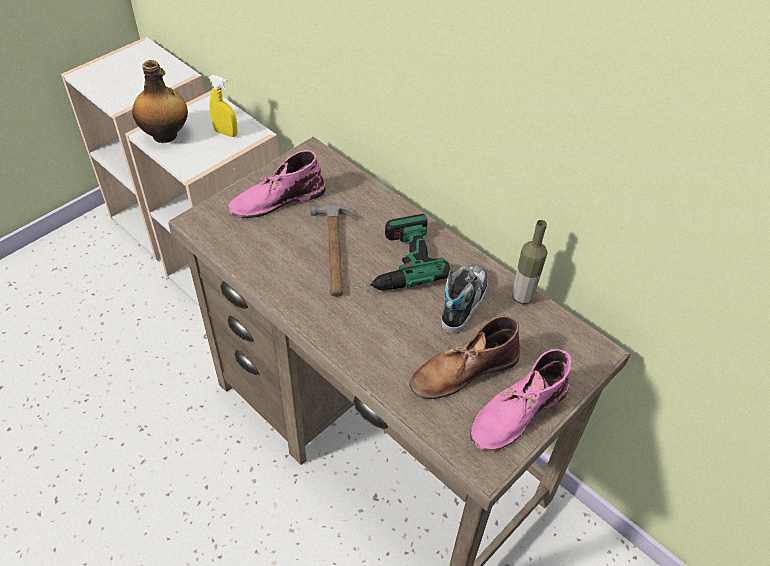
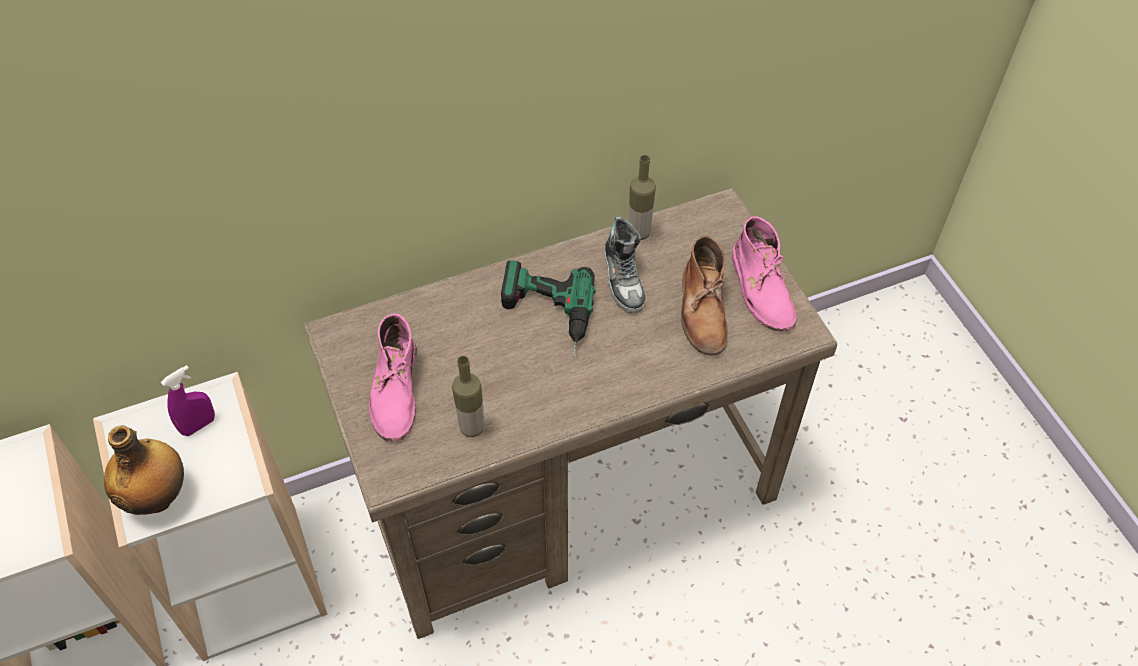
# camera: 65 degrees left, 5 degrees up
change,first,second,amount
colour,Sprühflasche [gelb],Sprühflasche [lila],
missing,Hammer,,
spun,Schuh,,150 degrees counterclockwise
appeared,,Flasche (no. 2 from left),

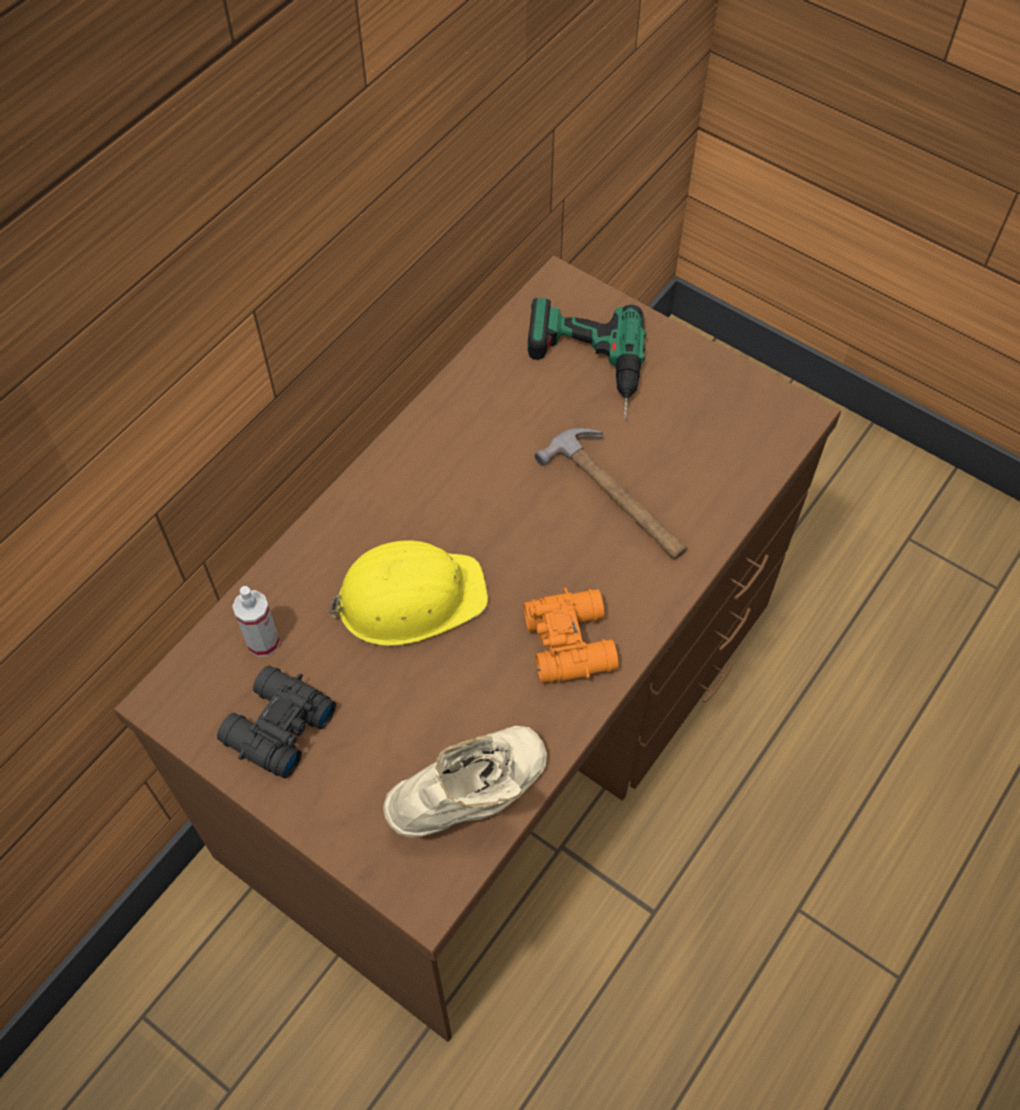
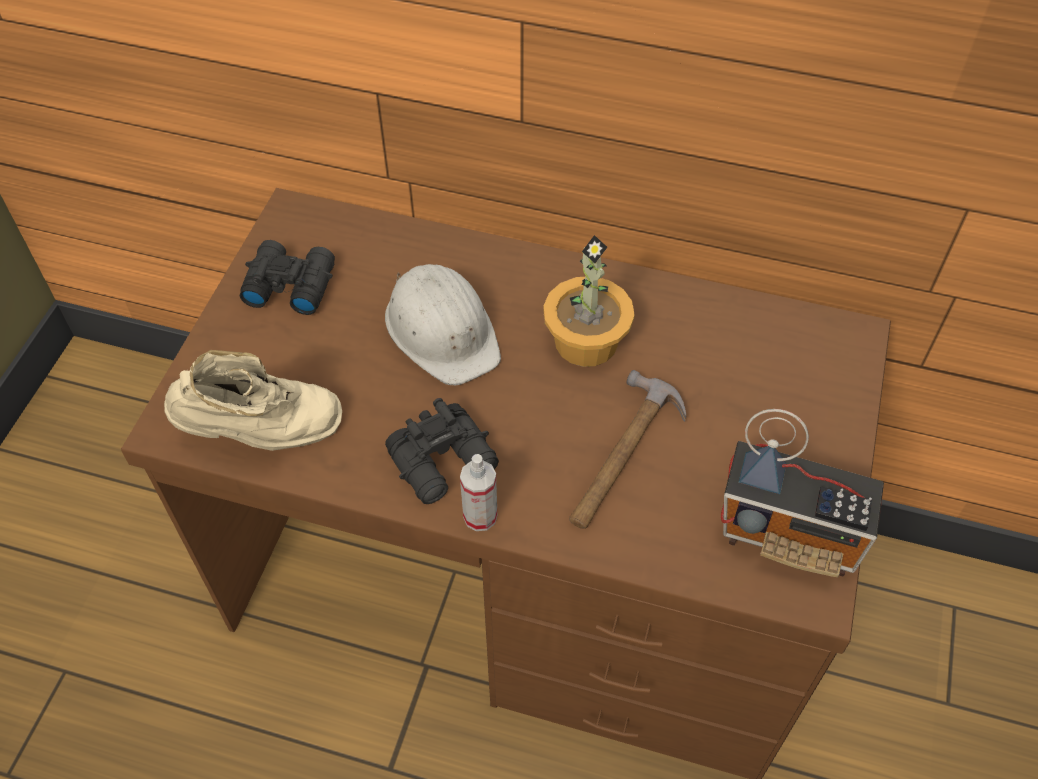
# camera: 70 degrees right, 5 degrees down
change,first,second,amount
missing,Bohrmaschine,,
colour,Schutzhelm [gelb],Schutzhelm [weiß],
relocated,Sprühflasche,,
colour,Fernglas [orange],Fernglas [schwarz] (no. 2 from left),
spun,Stiefel [beige],,45 degrees counterclockwise
appeared,,Topfpflanze,
appeared,,Radio,

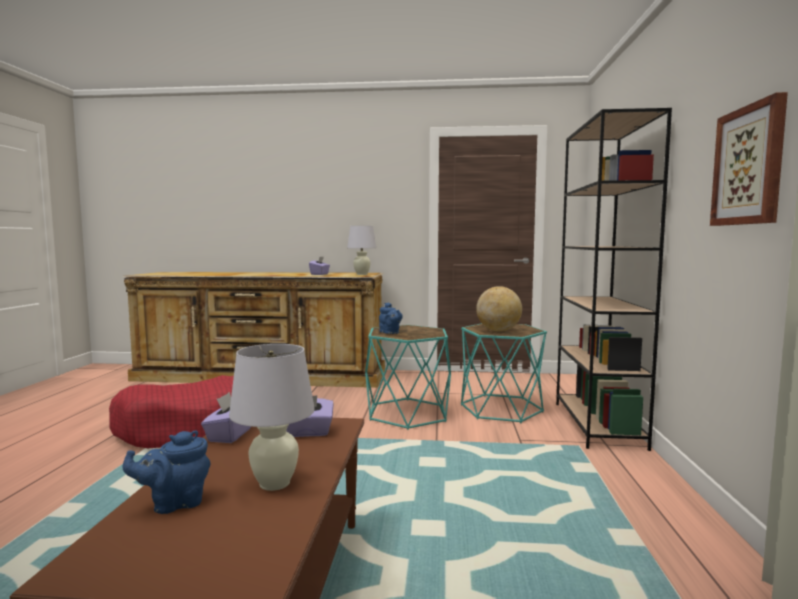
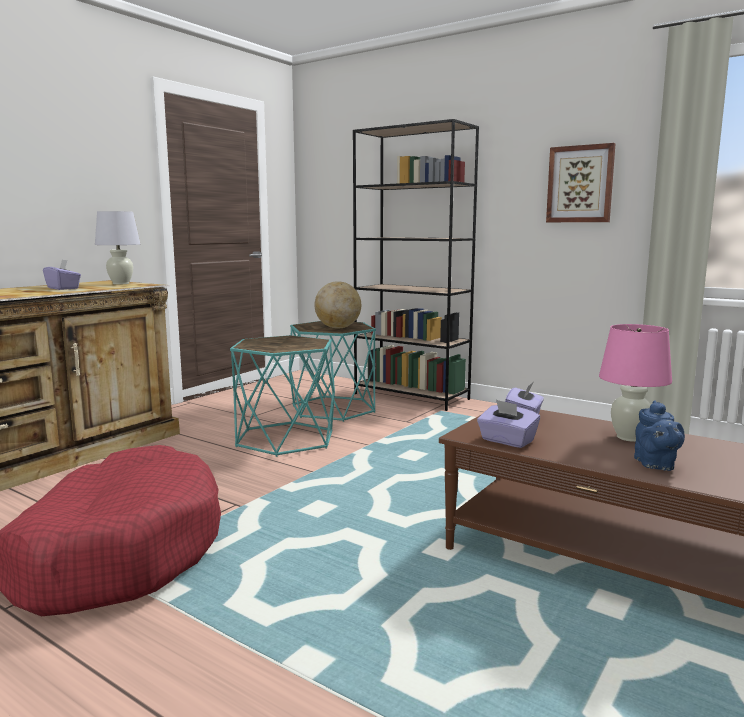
# camera: 60 degrees left, 5 degrees up
change,first,second,amount
missing,Teekanne [blau] (no. 2 from left),,
colour,Tischlampe [weiß] (no. 1 from left),Tischlampe [rosa],

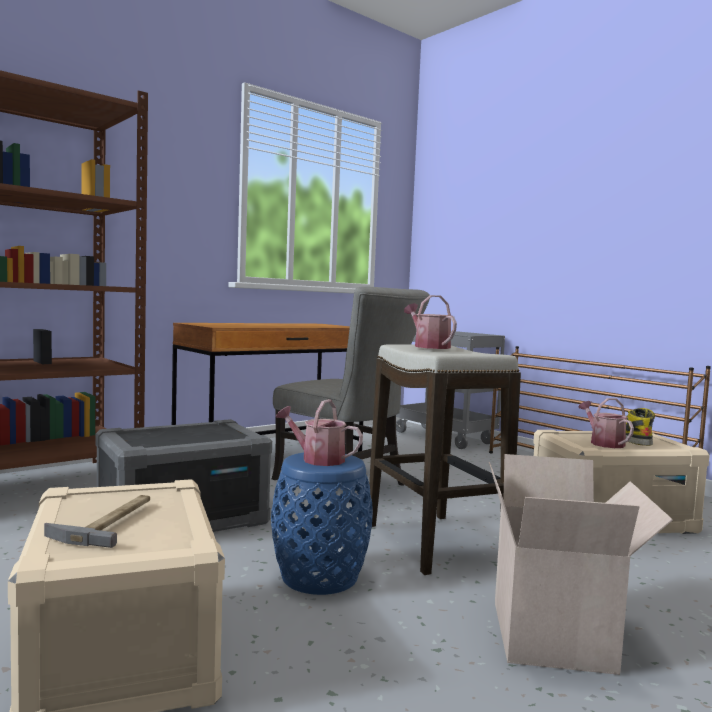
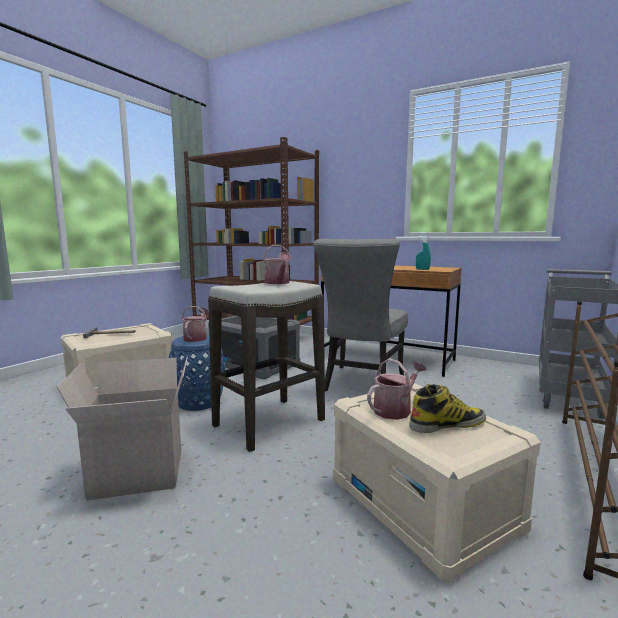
# camera: 70 degrees right, 5 degrees up
change,first,second,amount
spun,Gießkanne (no. 2 from left),,120 degrees clockwise
appeared,,Sprühflasche [türkis],

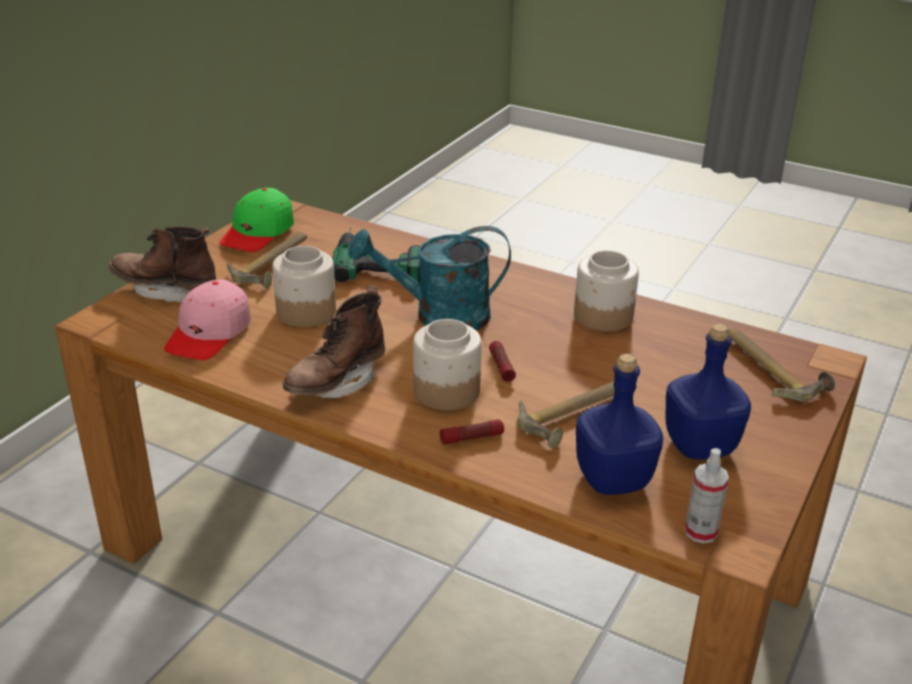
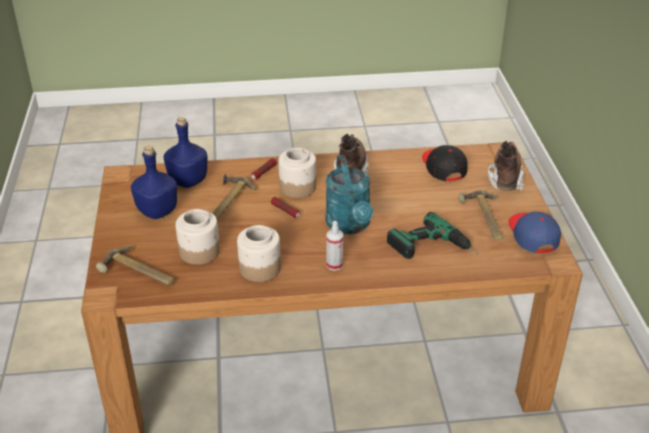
# camera: 145 degrees right, 5 degrees up
change,first,second,amount
colour,Kappe [grün],Kappe [blau],
spun,Stiefel [braun] (no. 1 from left in the first image),Stiefel [braun] (no. 2 from left),60 degrees counterclockwise
spun,Gießkanne [türkis],,120 degrees clockwise
relocated,Vorratsglas (no. 1 from left),,
colour,Kappe [rosa],Kappe [schwarz],
relocated,Sprühflasche,,

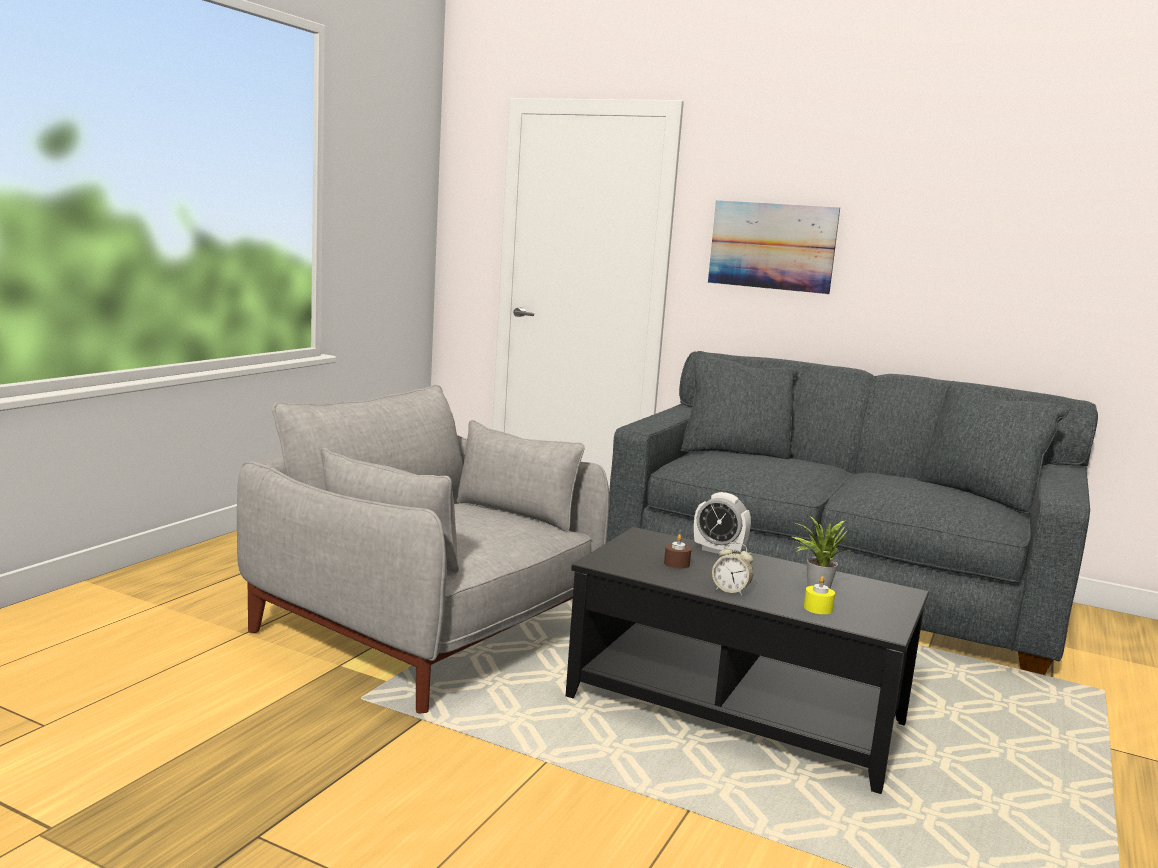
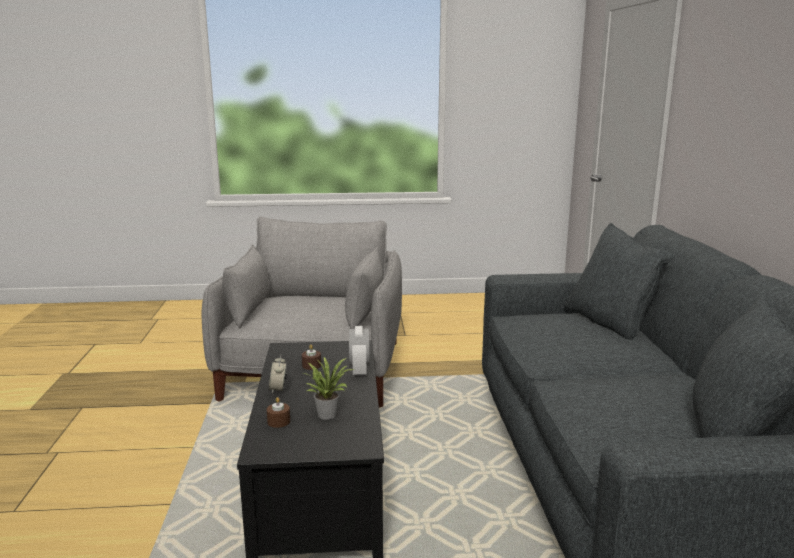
# camera: 60 degrees right, 5 degrees up
change,first,second,amount
missing,Bild,,
colour,Kerze [gelb],Kerze [braun] (no. 1 from left),

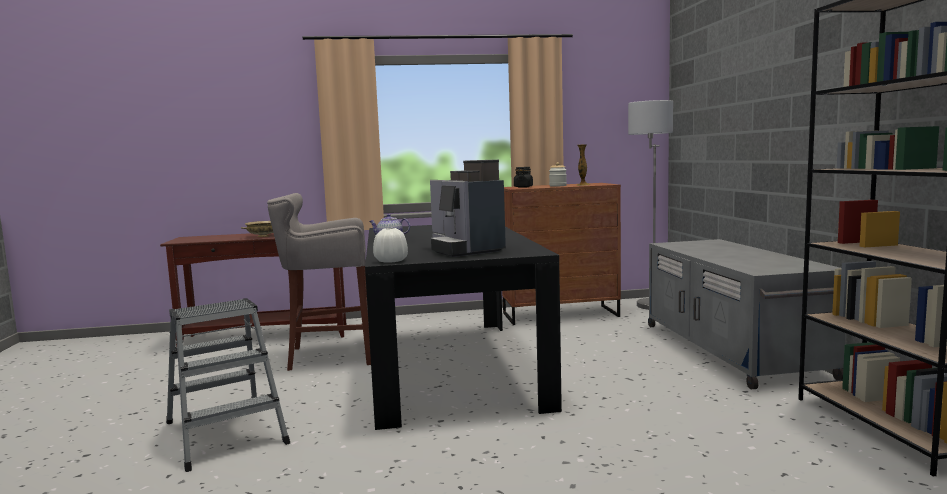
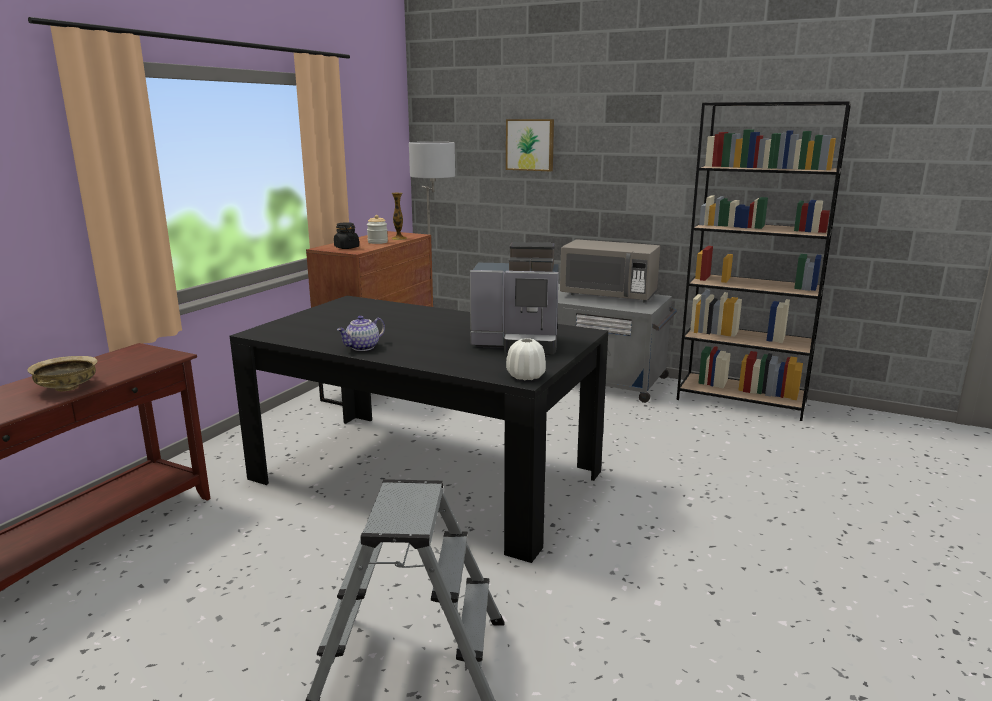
# camera: 55 degrees left, 10 degrees up
change,first,second,amount
missing,Hocker [grau],,
appeared,,Bild,
appeared,,Mikrowelle [grau],

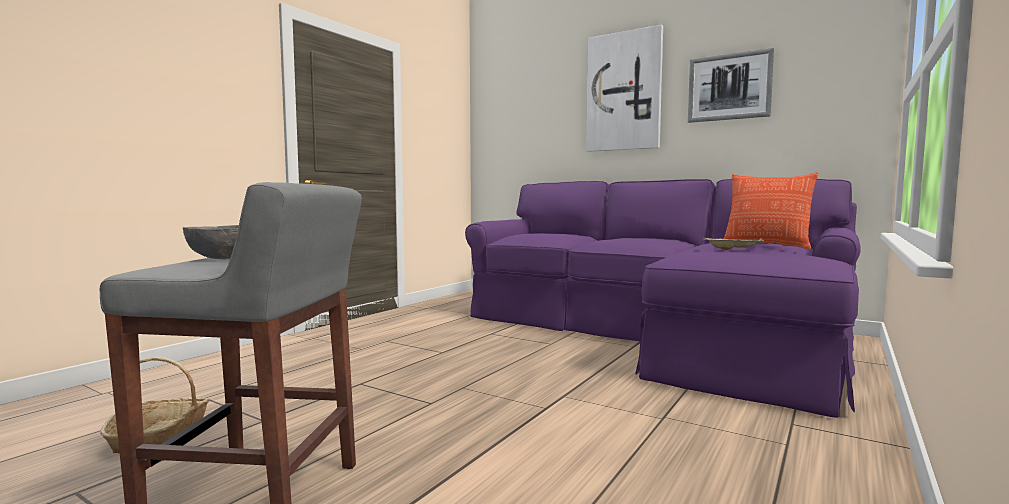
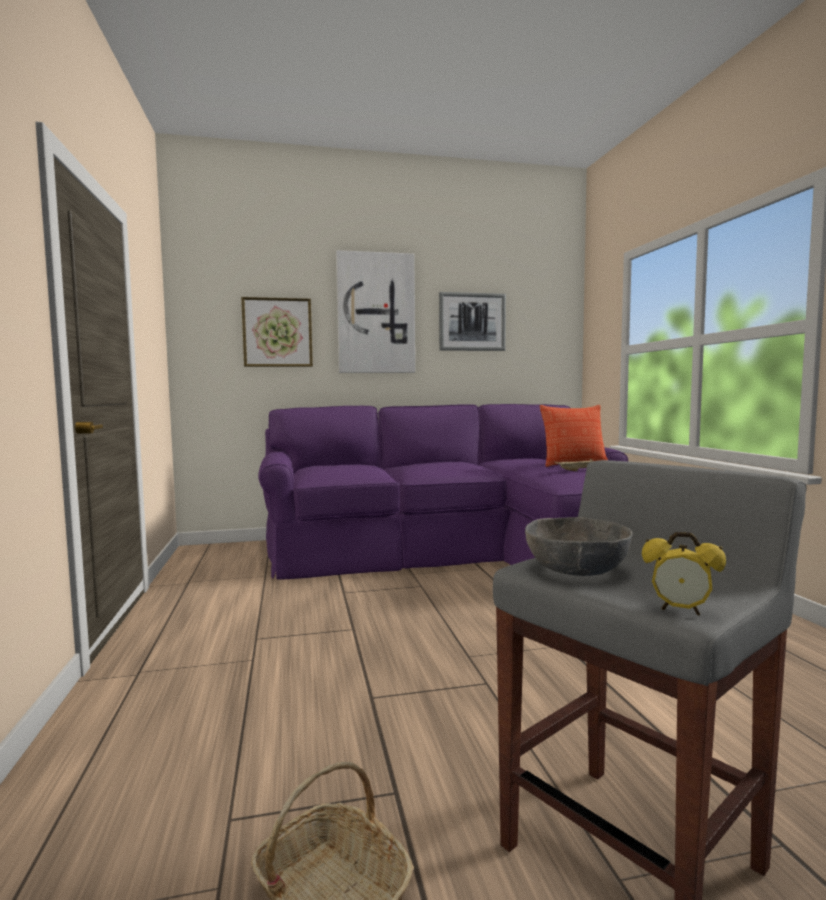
# camera: 45 degrees left, 0 degrees up
change,first,second,amount
appeared,,Bild (no. 1 from left),
appeared,,Wecker,

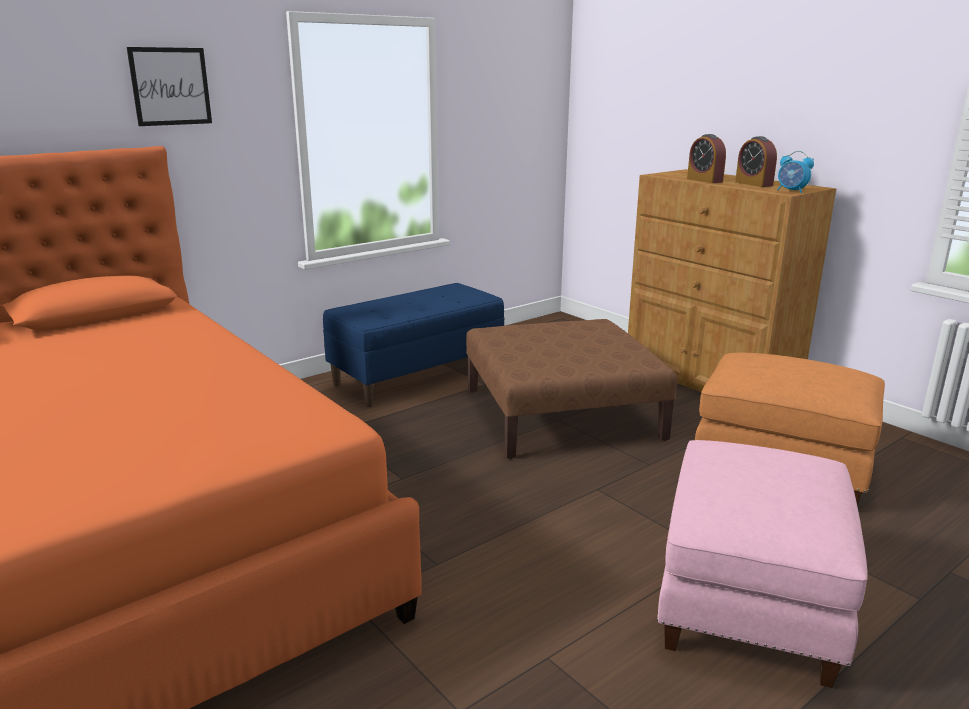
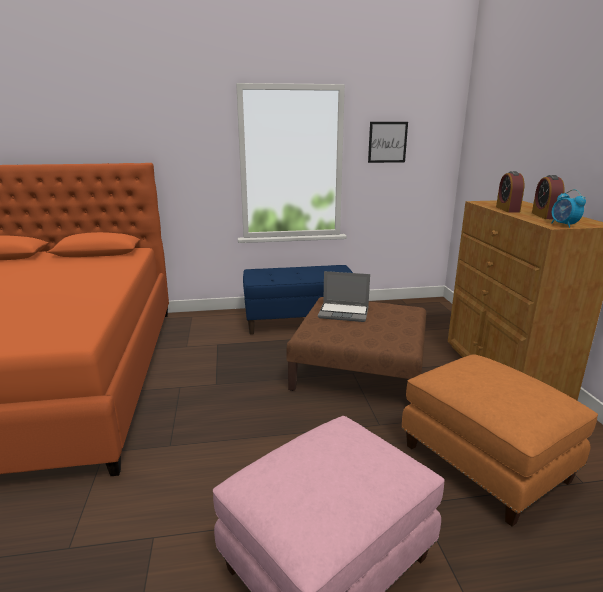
# camera: 30 degrees right, 0 degrees up
change,first,second,amount
relocated,Bild,,
appeared,,Laptop,

